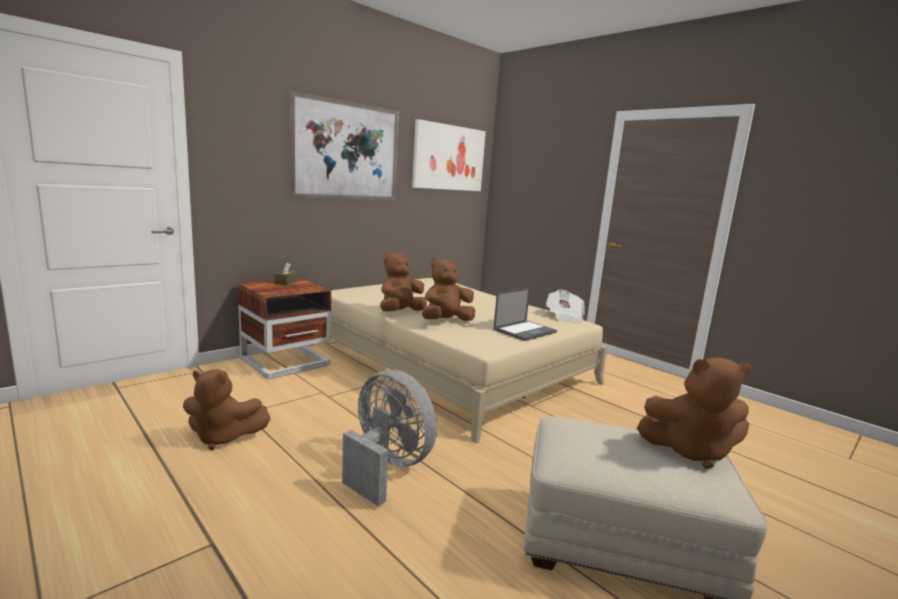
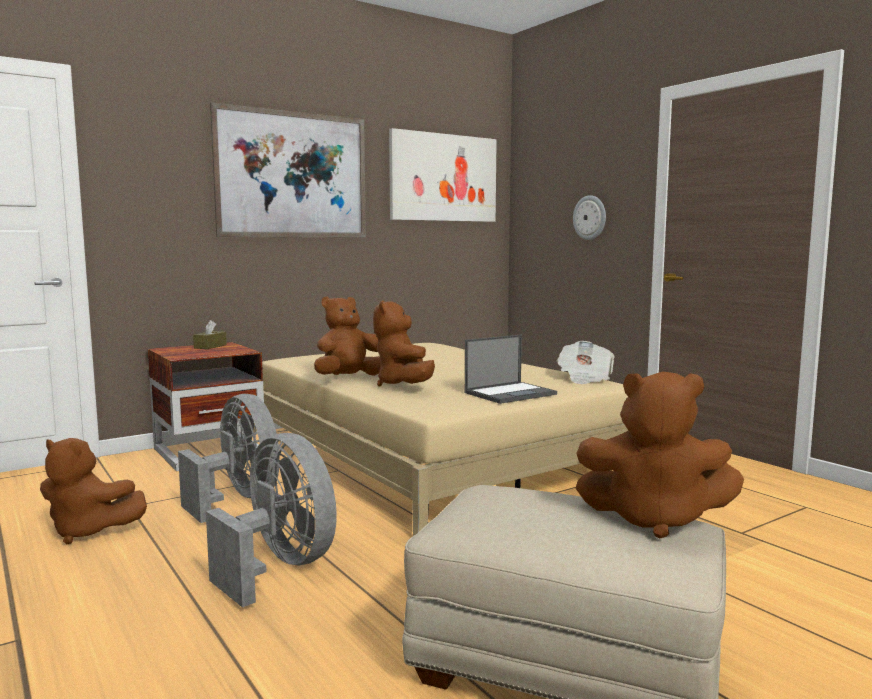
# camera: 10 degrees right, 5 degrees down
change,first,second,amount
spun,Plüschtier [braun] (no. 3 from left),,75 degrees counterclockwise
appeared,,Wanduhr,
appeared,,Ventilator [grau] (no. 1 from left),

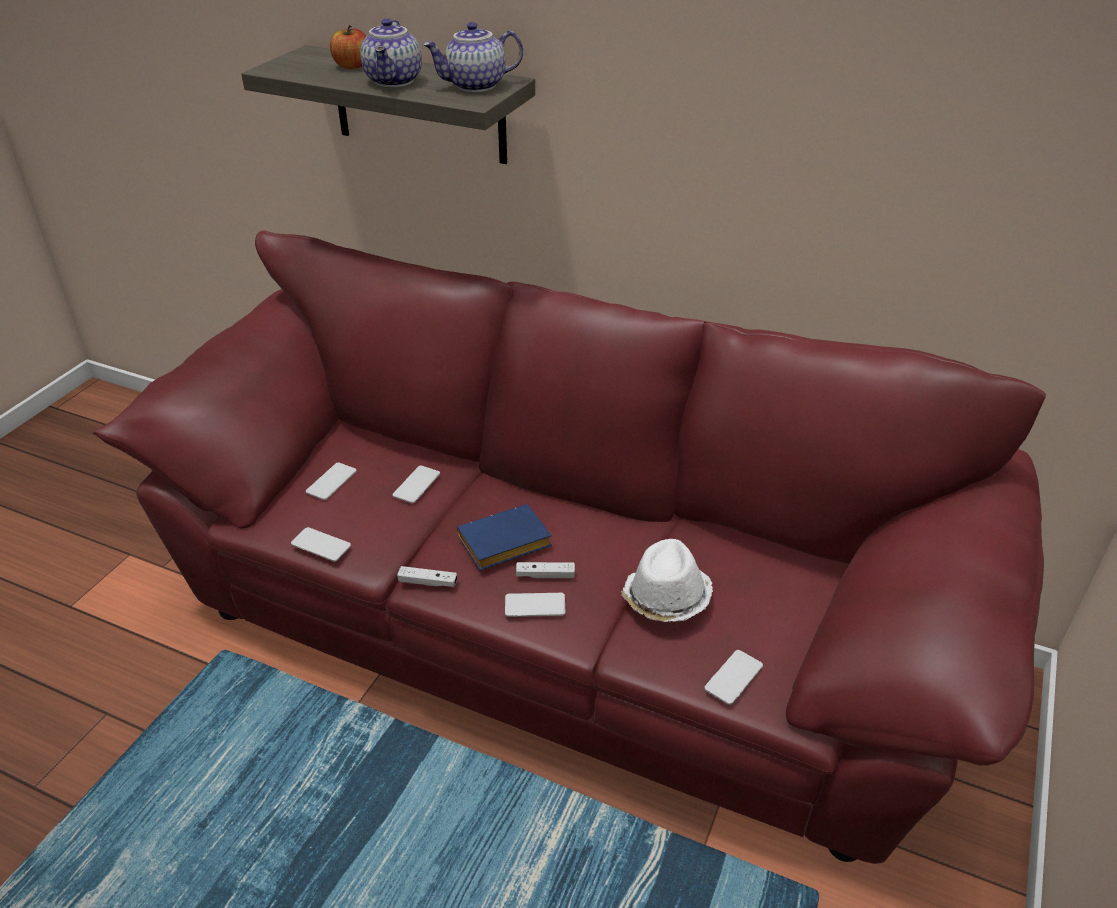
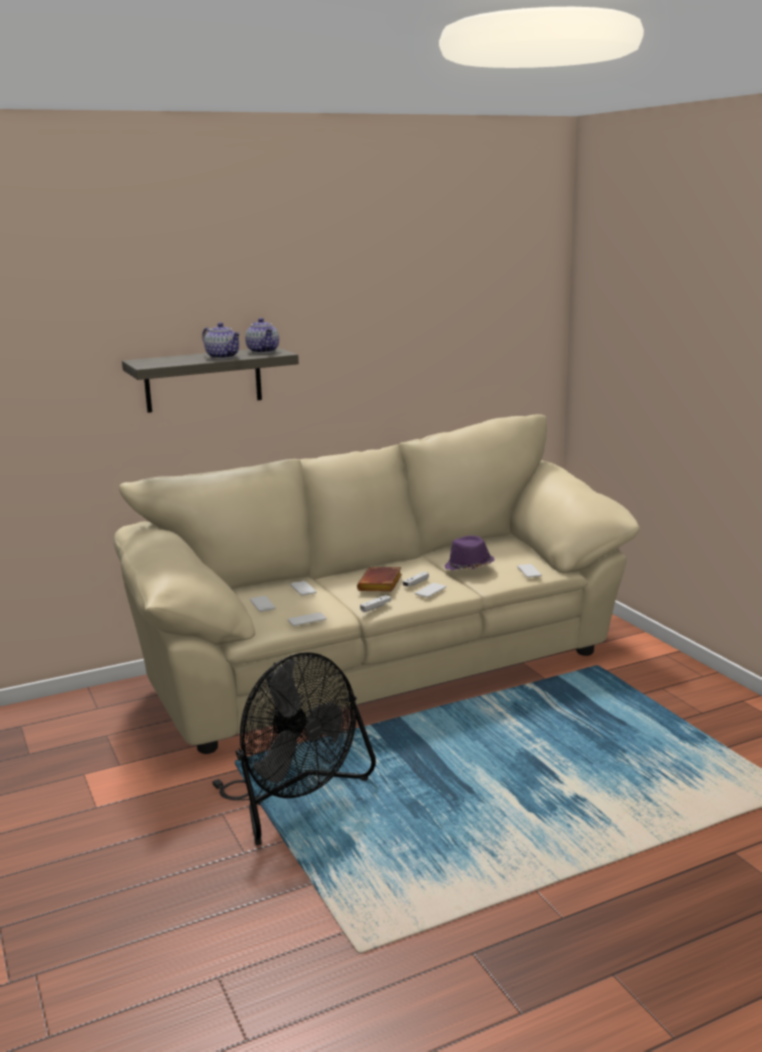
# camera: 50 degrees left, 20 degrees down
change,first,second,amount
spun,Teekanne (no. 2 from left),,45 degrees counterclockwise
missing,Apfel,,
colour,Sofa [rot],Sofa [beige],
colour,Buch [blau],Buch [braun],
colour,Hut [weiß],Hut [lila],
appeared,,Ventilator [schwarz],

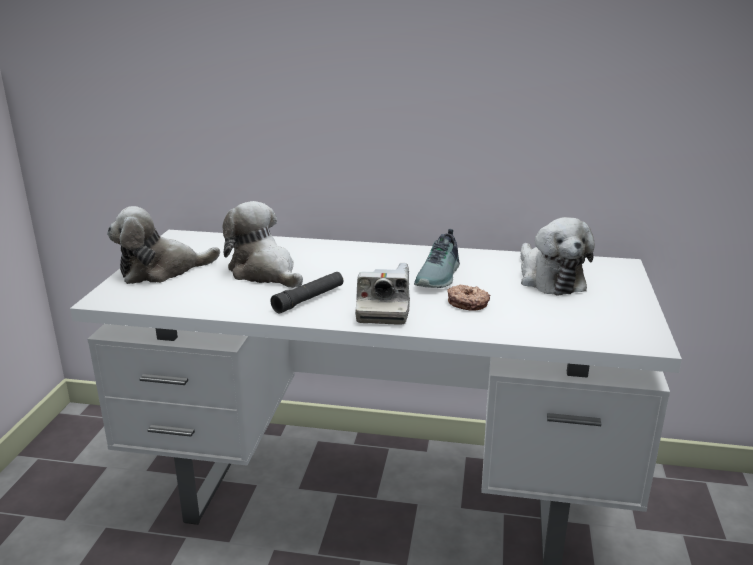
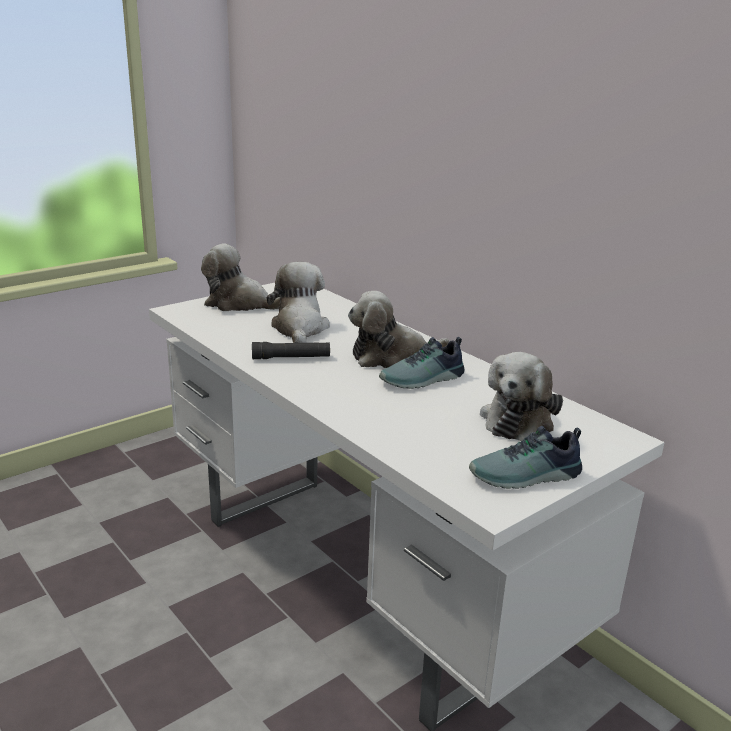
# camera: 40 degrees right, 0 degrees up
change,first,second,amount
missing,Kamera,,
missing,Donut,,
appeared,,Plüschtier (no. 3 from left),
appeared,,Schuh (no. 2 from left),

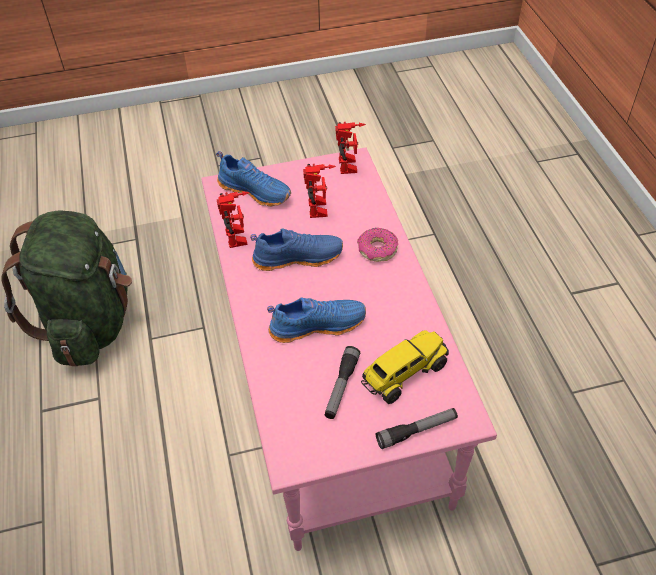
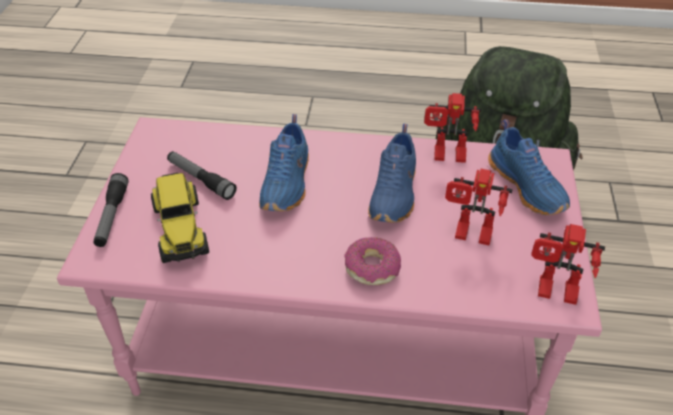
# camera: 110 degrees right, 5 degrees down
change,first,second,amount
spun,Schuh [blau] (no. 1 from left in the first image),Schuh [blau] (no. 3 from left),75 degrees counterclockwise

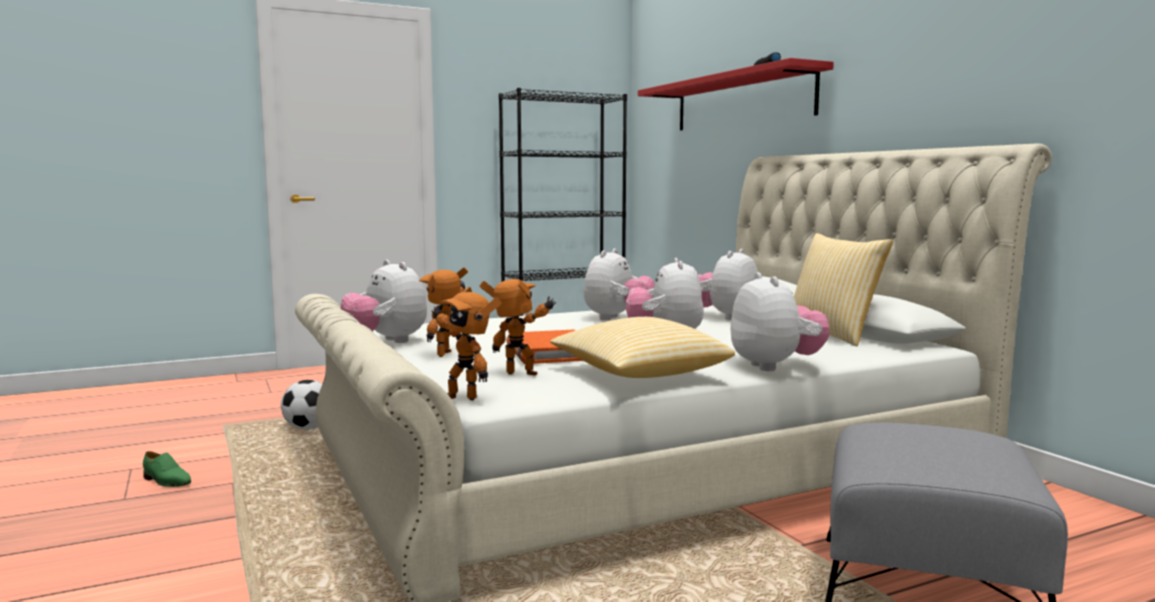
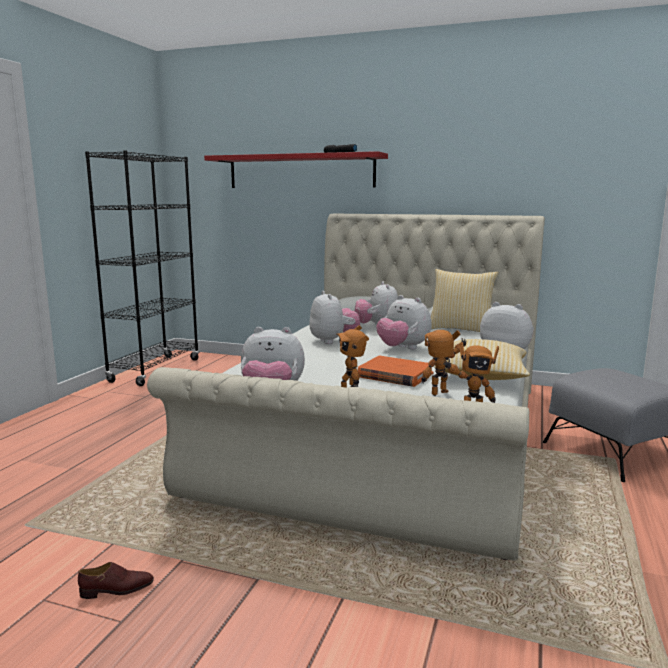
# camera: 45 degrees left, 5 degrees up
change,first,second,amount
missing,Fußball,,
colour,Schuh [grün],Schuh [braun],

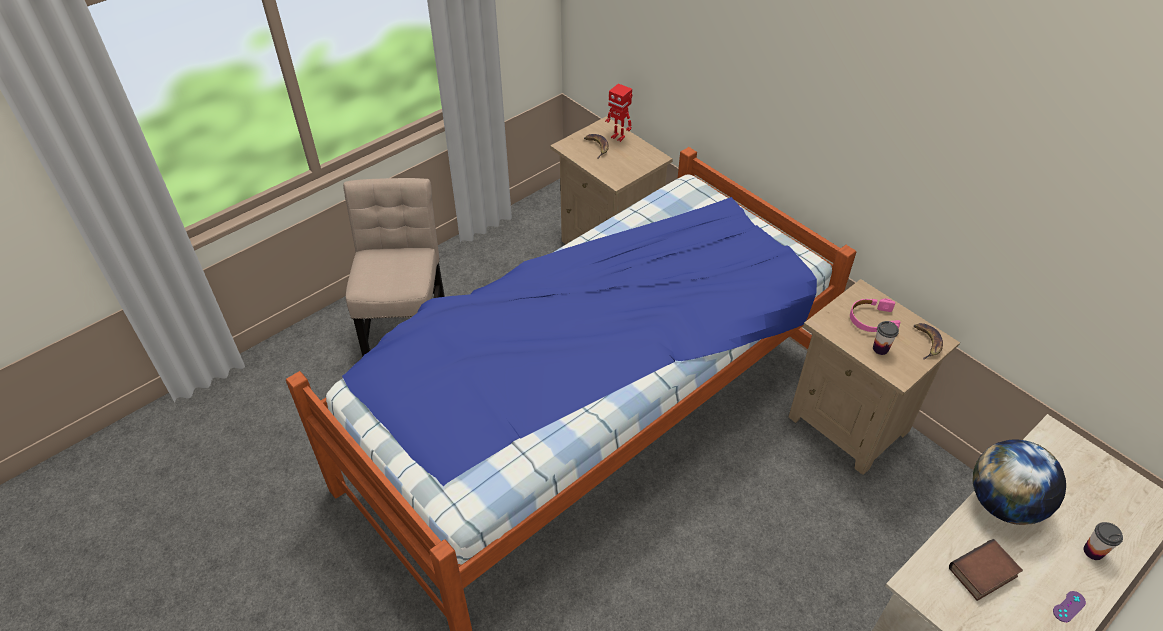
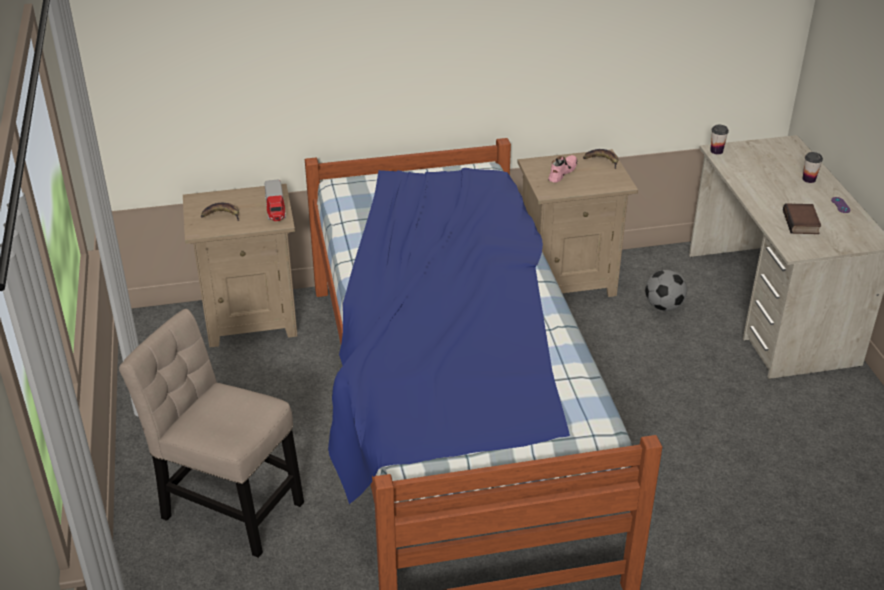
# camera: 60 degrees left, 10 degrees down
change,first,second,amount
missing,Spielzeugroboter,,
exchanged,Kopfhörer [rosa],Schuh [rosa],
relocated,Tasse (no. 1 from left),,
missing,Globus,,
appeared,,Spielzeuglaster,
appeared,,Fußball,

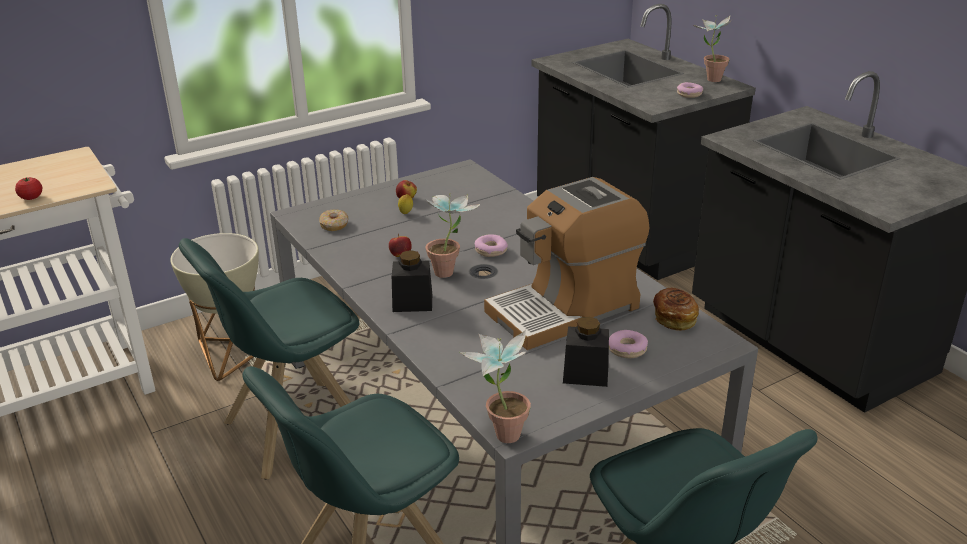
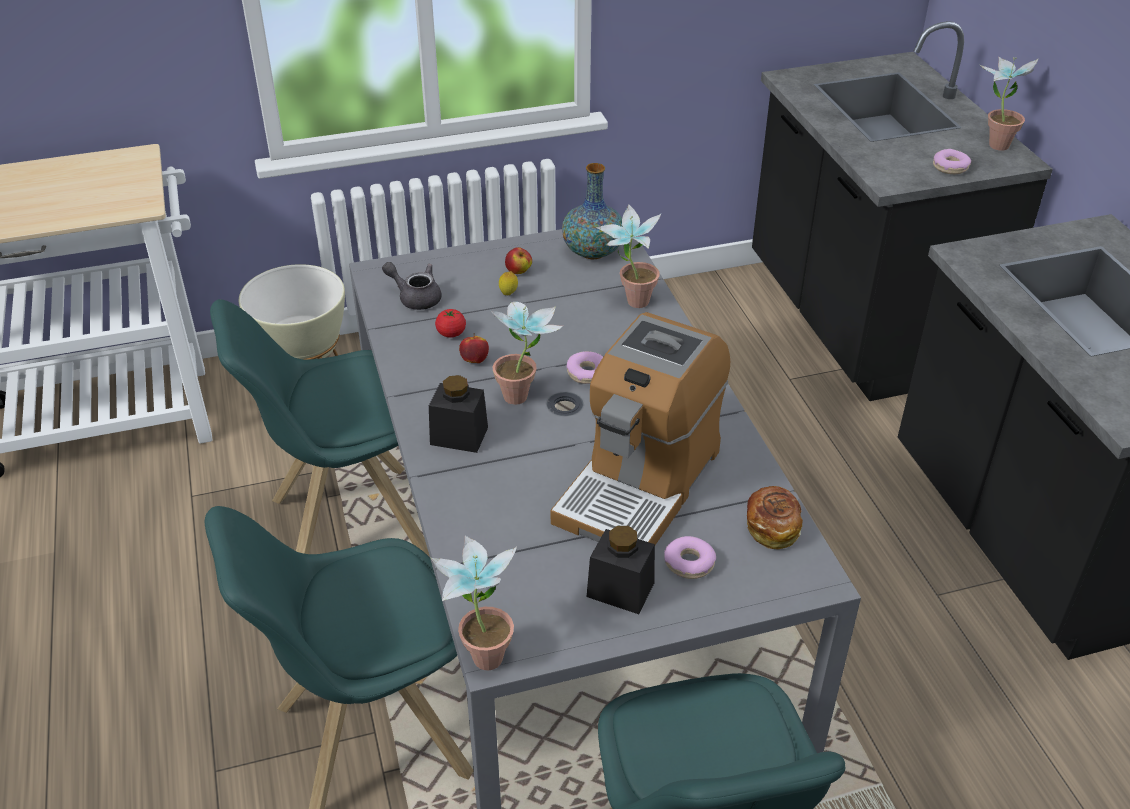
# camera: 15 degrees right, 10 degrees up
change,first,second,amount
relocated,Tomate,,
spun,Kaffeemaschine,,45 degrees counterclockwise
exchanged,Donut (no. 1 from left),Teekanne [grau],
appeared,,Vase,
appeared,,Topfpflanze (no. 3 from left),

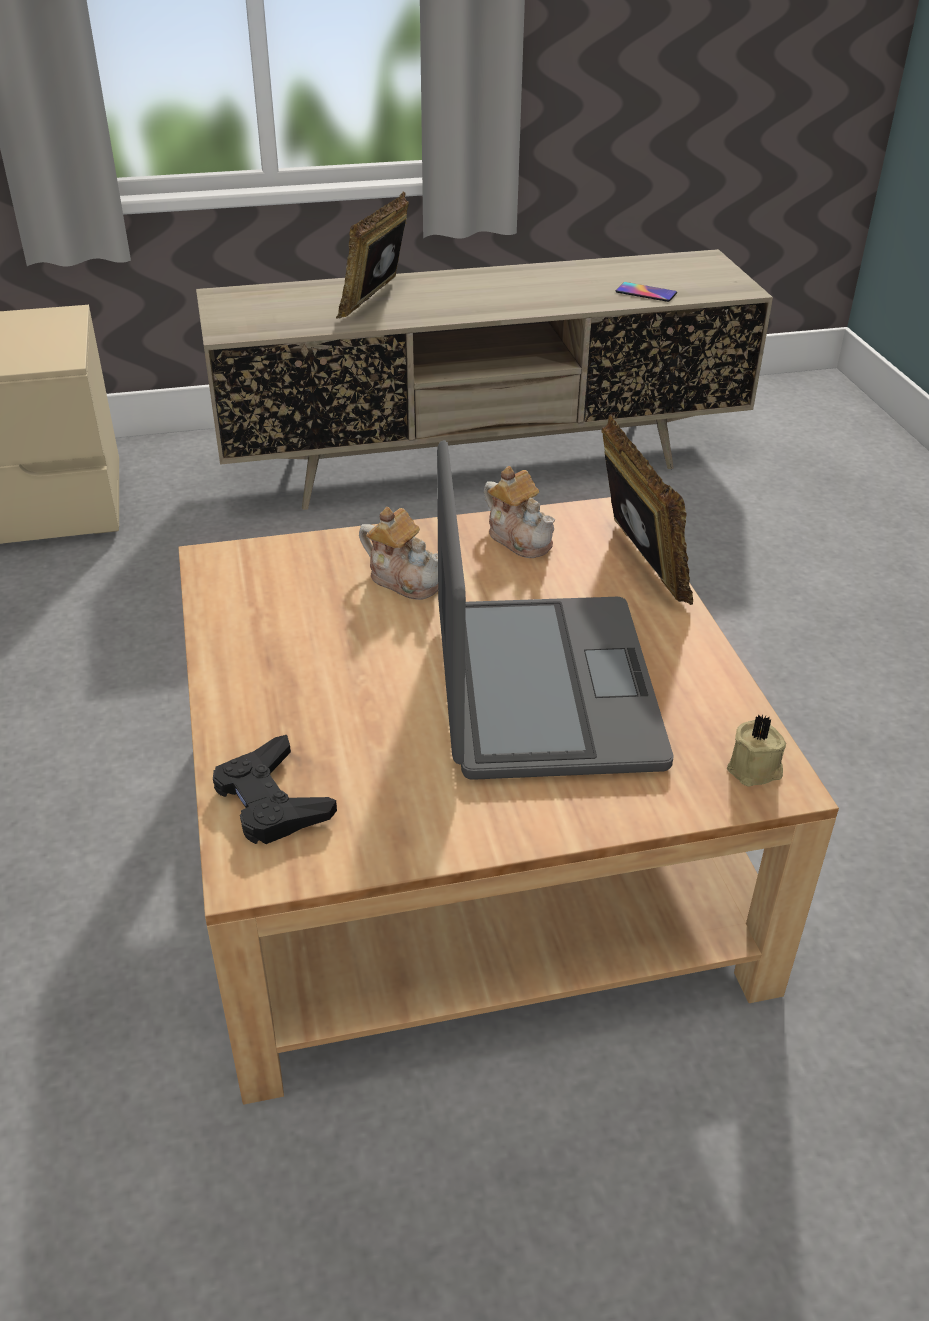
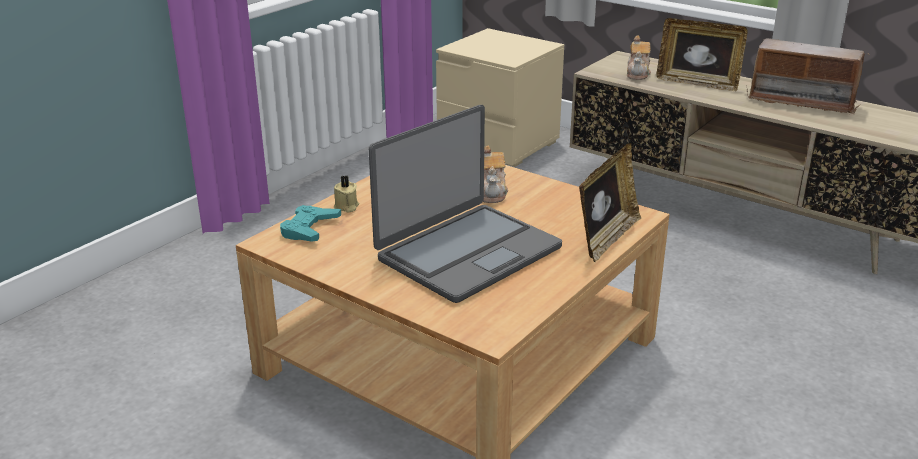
# camera: 50 degrees right, 10 degrees down
change,first,second,amount
spun,Bilderrahmen (no. 1 from left in the first image),Bilderrahmen (no. 2 from left),135 degrees counterclockwise
missing,Handy,,
relocated,Teekanne (no. 2 from left),,
relocated,Kerze [beige],,
colour,Gamepad [schwarz],Gamepad [türkis],
appeared,,Radio,

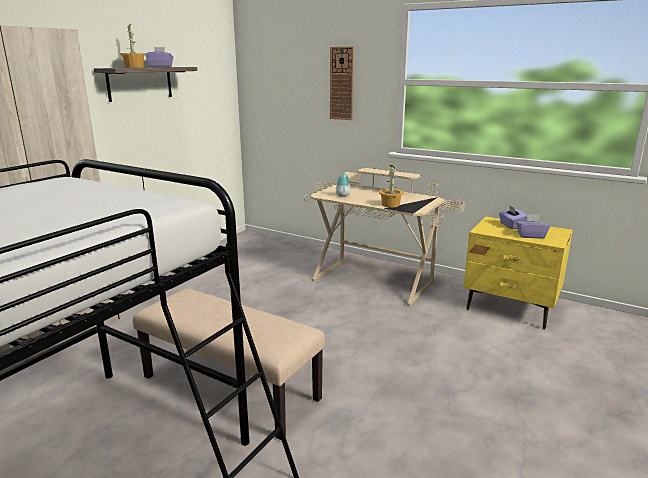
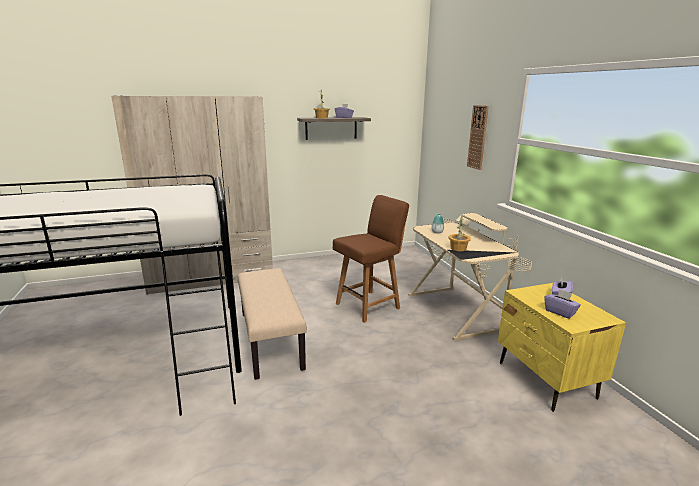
# camera: 40 degrees right, 0 degrees up
change,first,second,amount
appeared,,Stuhl [braun],

